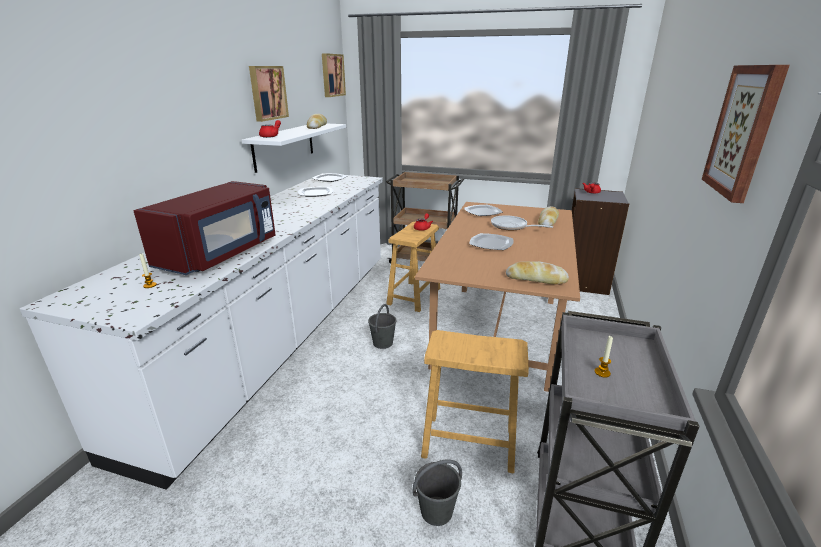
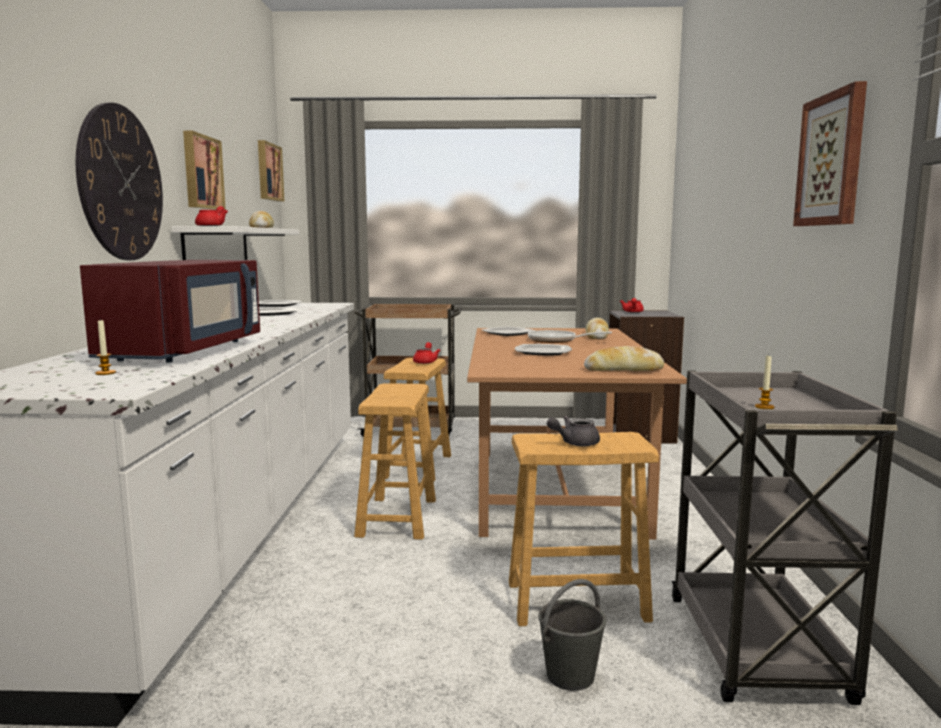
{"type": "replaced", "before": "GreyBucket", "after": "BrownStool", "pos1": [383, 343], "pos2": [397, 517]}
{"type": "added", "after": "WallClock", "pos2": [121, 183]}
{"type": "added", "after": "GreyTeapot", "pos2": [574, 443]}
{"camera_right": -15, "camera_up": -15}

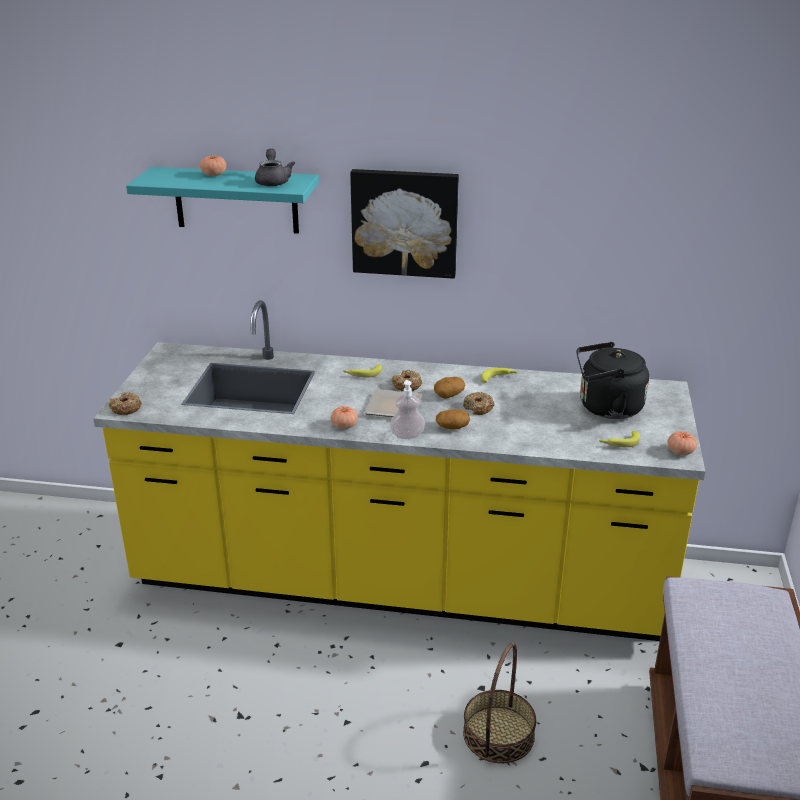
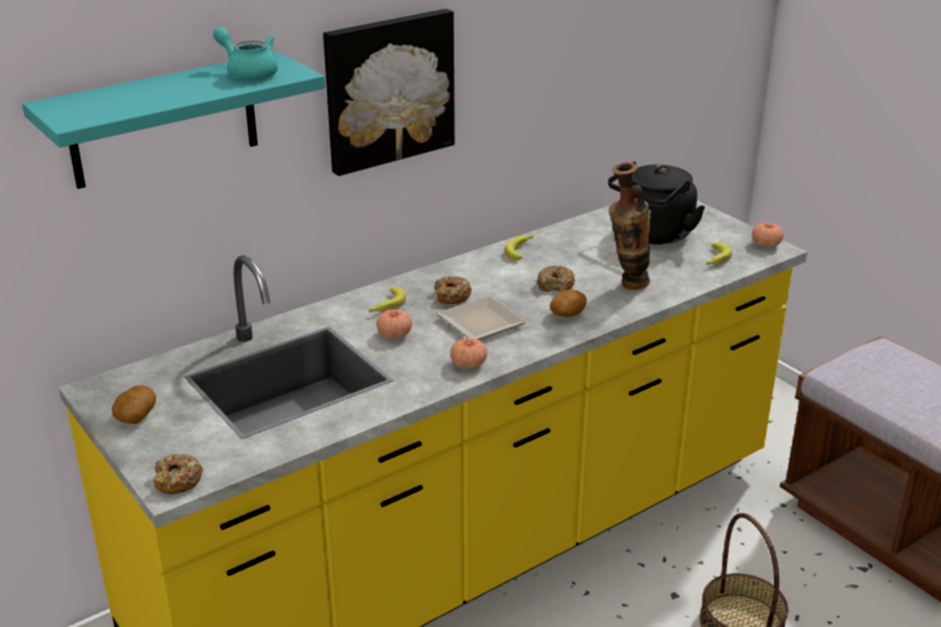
{"type": "moved", "before": "Tomato", "pos1": [214, 175], "pos2": [394, 334]}
{"type": "recoloured", "before": "GreyTeapot", "after": "TurquoiseTeapot", "pos1": [273, 181], "pos2": [248, 72]}
{"type": "removed", "before": "SoapDispenser", "pos1": [407, 435]}
{"type": "moved", "before": "Potato", "pos1": [449, 394], "pos2": [136, 415]}
{"type": "added", "after": "Vase", "pos2": [626, 286]}
{"camera_right": -45, "camera_up": 0}

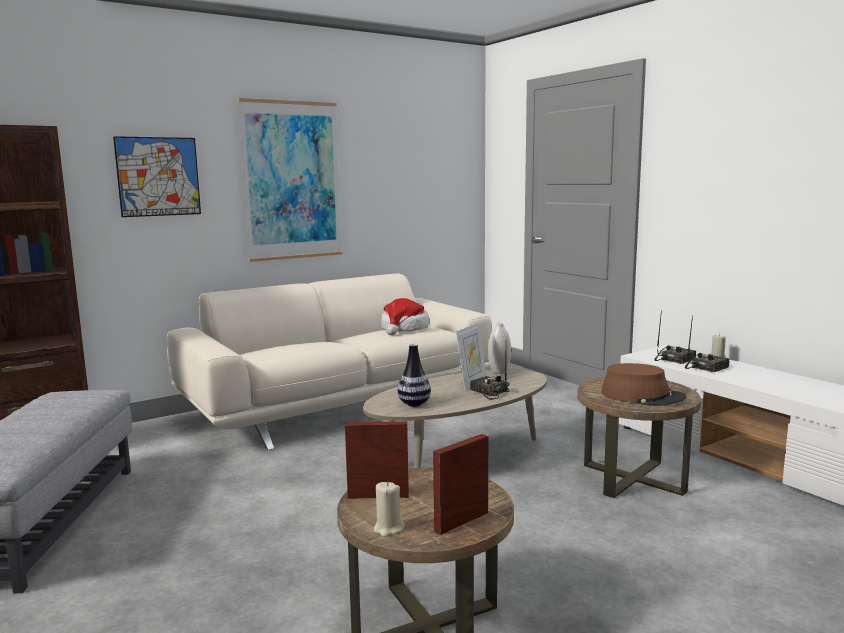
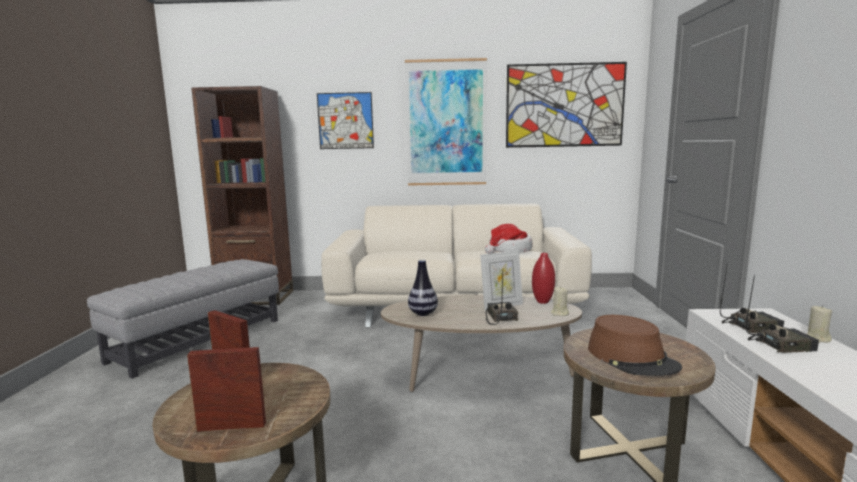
{"type": "moved", "before": "BeigeCandle", "pos1": [388, 529], "pos2": [559, 313]}
{"type": "recoloured", "before": "WhiteVase", "after": "RedVase", "pos1": [499, 372], "pos2": [542, 301]}
{"type": "added", "after": "Picture", "pos2": [564, 105]}
{"camera_right": 35, "camera_up": 0}

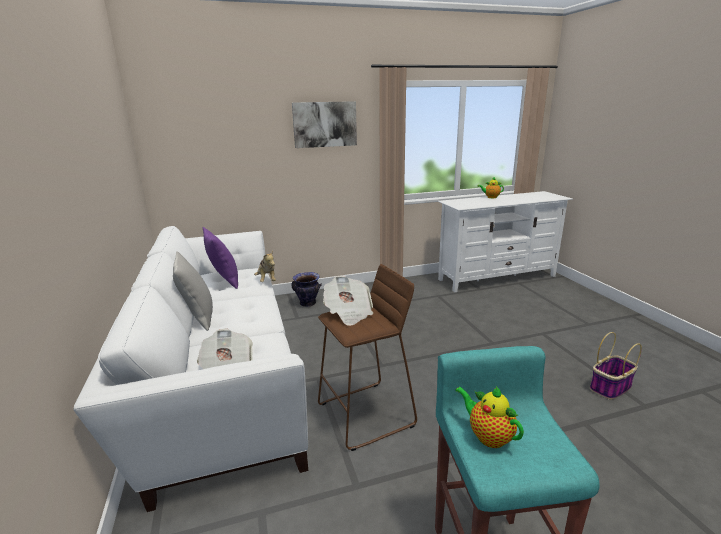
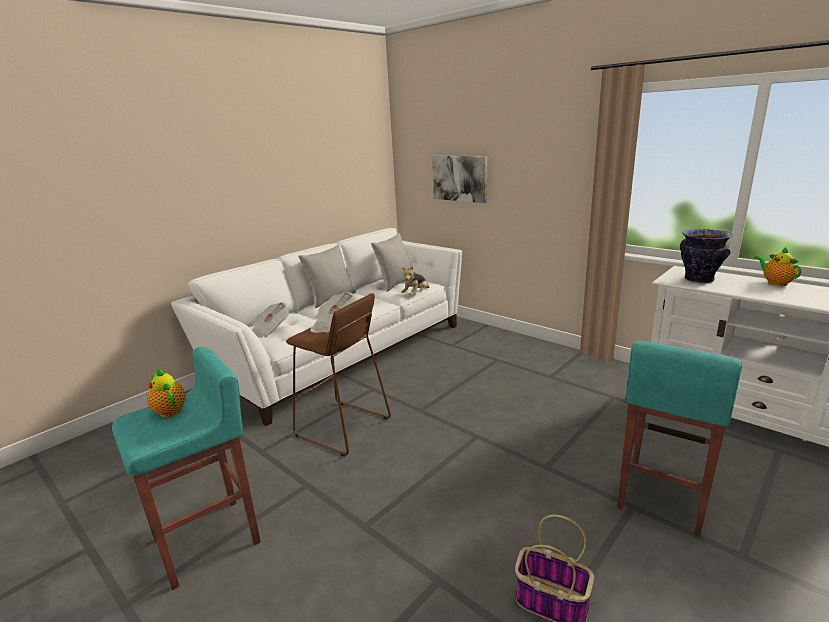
{"type": "recoloured", "before": "PurplePillow", "after": "GreyPillow", "pos1": [224, 280], "pos2": [395, 283]}
{"type": "moved", "before": "Picture", "pos1": [325, 124], "pos2": [460, 178]}
{"type": "moved", "before": "Vase", "pos1": [307, 304], "pos2": [698, 280]}
{"type": "turned", "before": "Teapot", "pos1": [488, 436], "pos2": [169, 410], "turn": -60}
{"type": "added", "after": "TurquoiseStool", "pos2": [661, 496]}
{"camera_right": 60, "camera_up": 0}

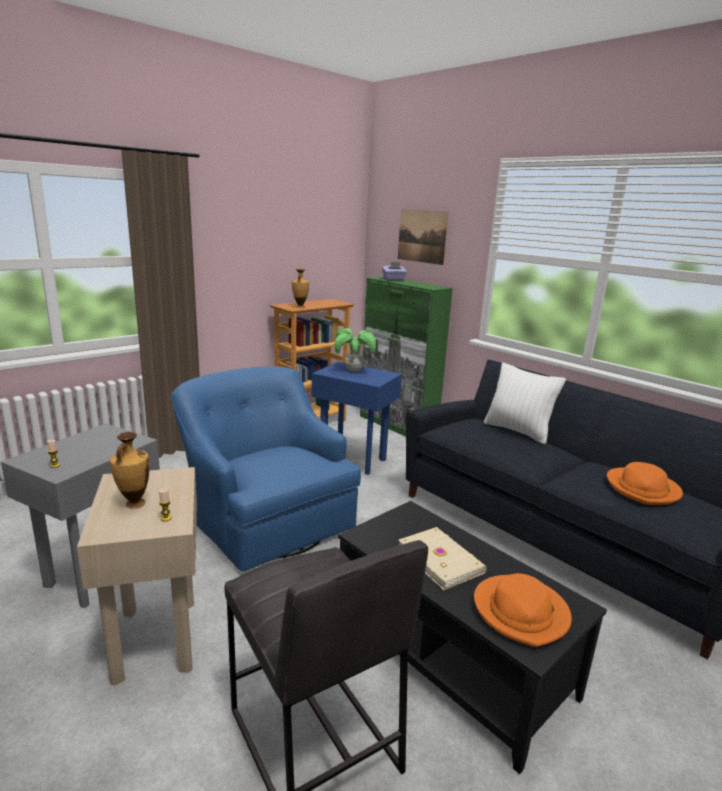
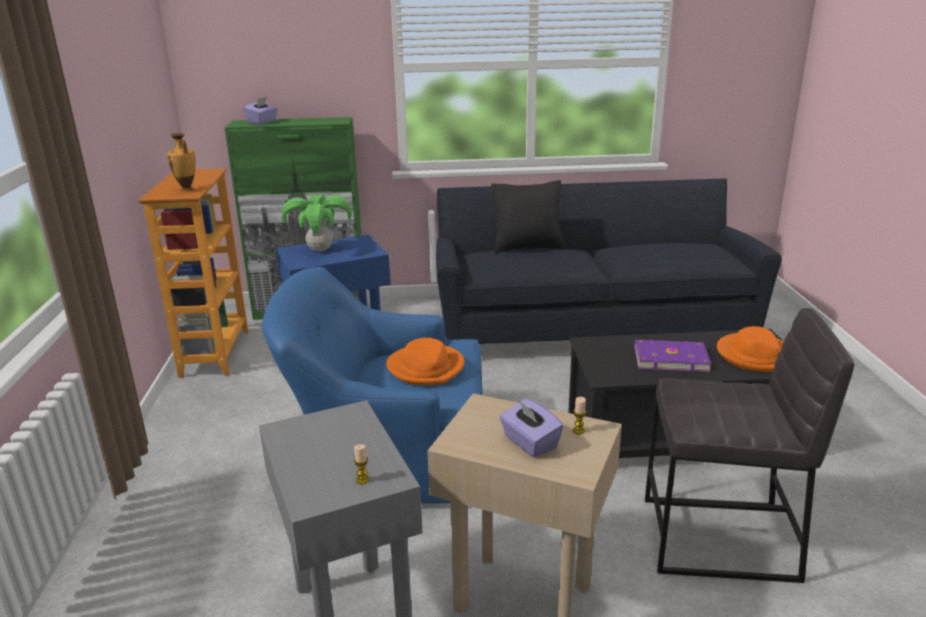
{"type": "replaced", "before": "Vase", "after": "PurpleTissueBox", "pos1": [134, 504], "pos2": [529, 443]}
{"type": "removed", "before": "Picture", "pos1": [422, 236]}
{"type": "recoloured", "before": "BeigeBook", "after": "PurpleBook", "pos1": [440, 559], "pos2": [670, 358]}
{"type": "recoloured", "before": "WhitePillow", "after": "BlackPillow", "pos1": [517, 431], "pos2": [527, 247]}
{"type": "moved", "before": "OrangeHat", "pos1": [643, 489], "pos2": [426, 368]}
{"camera_right": -50, "camera_up": 5}

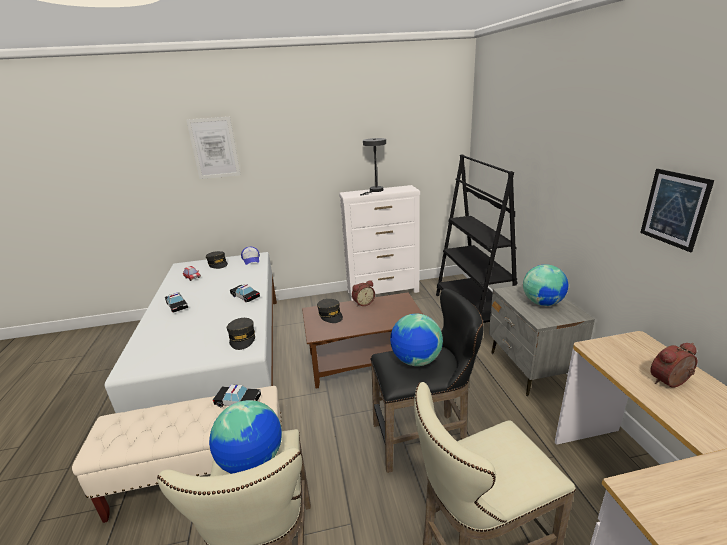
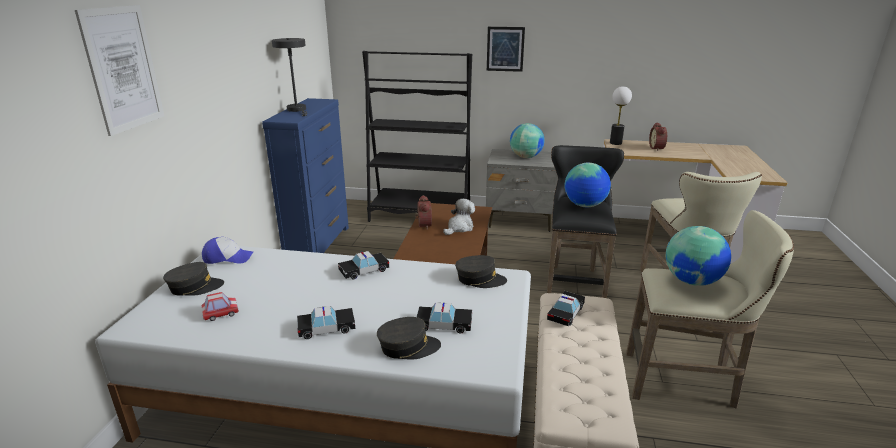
{"type": "moved", "before": "GreyCap", "pos1": [330, 315], "pos2": [408, 347]}
{"type": "recoloured", "before": "WhiteDresser", "after": "BlueDresser", "pos1": [383, 291], "pos2": [319, 245]}
{"type": "moved", "before": "Picture", "pos1": [674, 209], "pos2": [505, 49]}
{"type": "added", "after": "ToyCar", "pos2": [444, 324]}
{"type": "added", "after": "PlushToy", "pos2": [459, 228]}
{"type": "added", "after": "TableLamp", "pos2": [615, 143]}
{"camera_right": -70, "camera_up": 0}

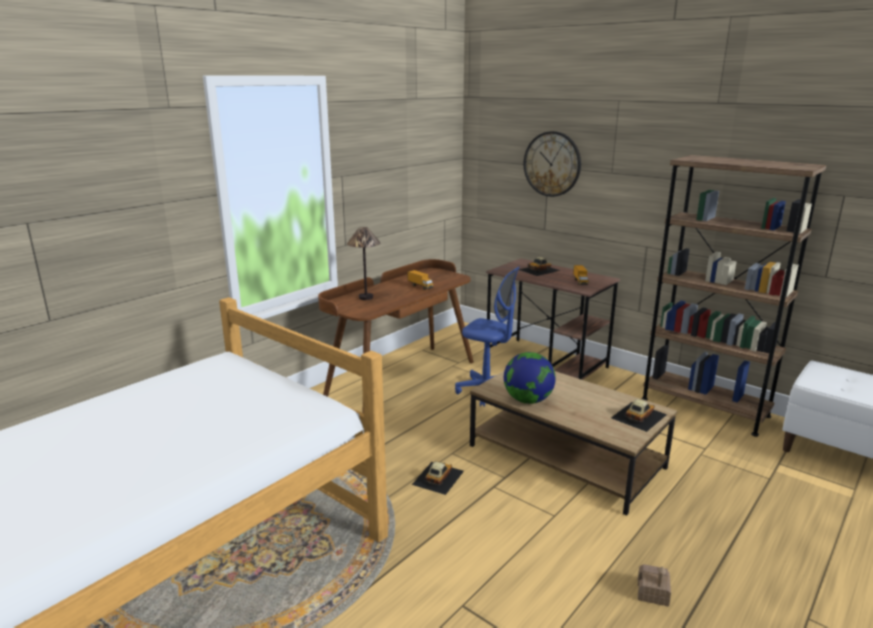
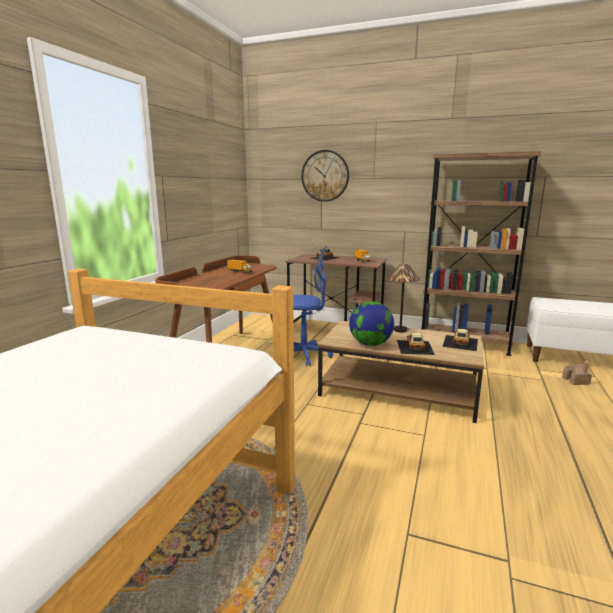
{"type": "moved", "before": "TableLamp", "pos1": [365, 297], "pos2": [400, 330]}
{"type": "moved", "before": "ToyCar", "pos1": [437, 477], "pos2": [414, 347]}
{"type": "moved", "before": "ToyHouse", "pos1": [653, 592], "pos2": [576, 381]}
{"camera_right": -20, "camera_up": -5}

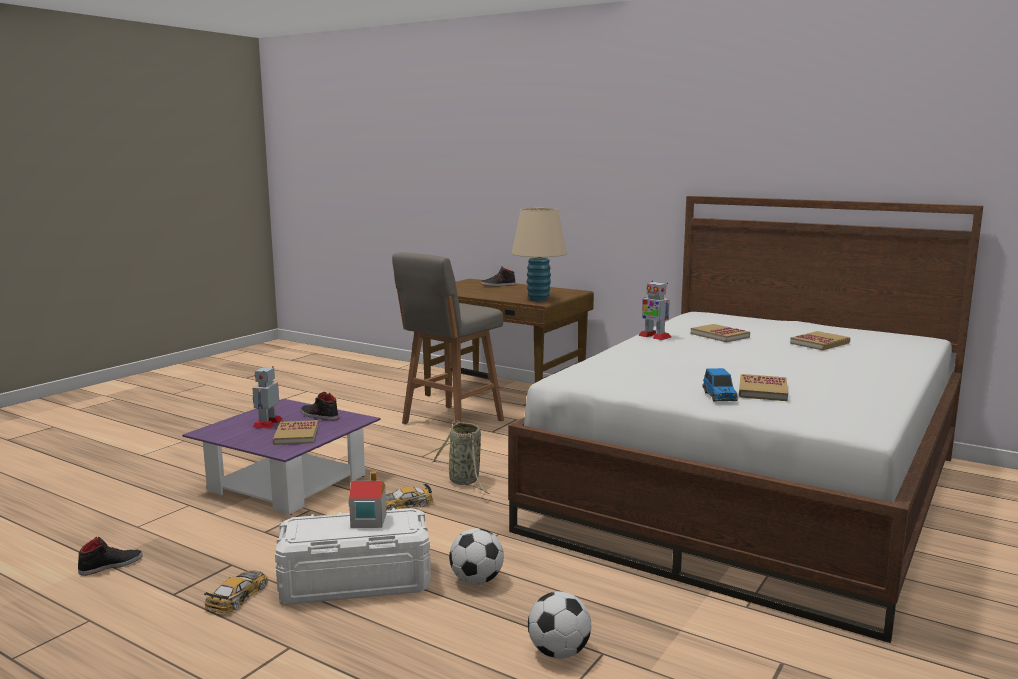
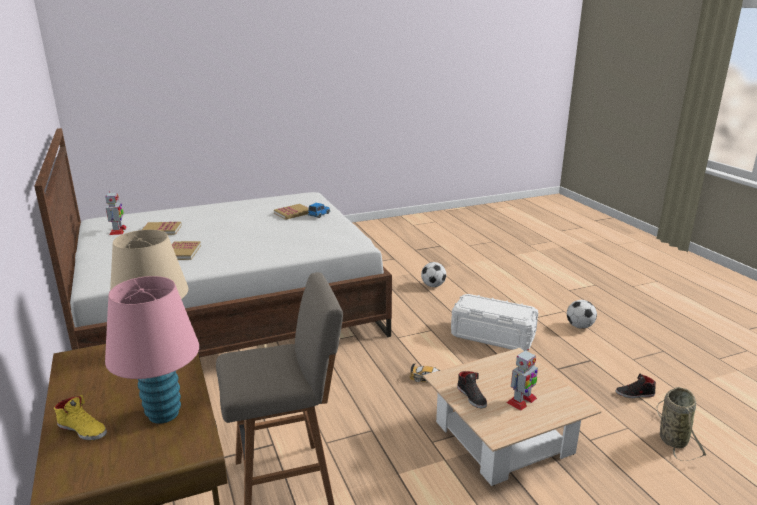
{"type": "recoloured", "before": "PurpleCoffeeTable", "after": "BeigeCoffeeTable", "pos1": [288, 483], "pos2": [503, 437]}
{"type": "removed", "before": "ToyCar", "pos1": [238, 596]}
{"type": "removed", "before": "Book", "pos1": [296, 435]}
{"type": "removed", "before": "ToyHouse", "pos1": [368, 520]}
{"type": "moved", "before": "Basket", "pos1": [465, 481], "pos2": [672, 438]}
{"type": "moved", "before": "Football", "pos1": [477, 580], "pos2": [579, 326]}
{"type": "recoloured", "before": "BlackShoe", "after": "YellowShoe", "pos1": [498, 285], "pos2": [83, 429]}
{"type": "moved", "before": "ToyRobot", "pos1": [654, 336], "pos2": [118, 231]}
{"type": "added", "after": "PinkTableLamp", "pos2": [163, 414]}
{"camera_right": -145, "camera_up": 10}

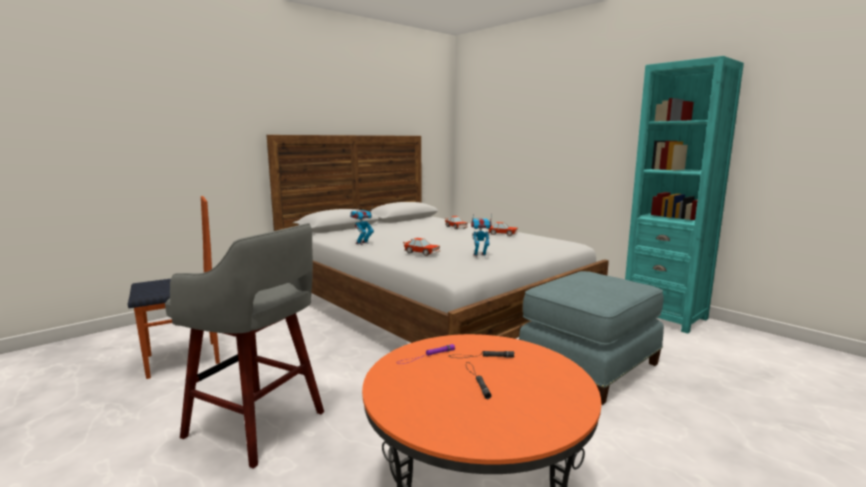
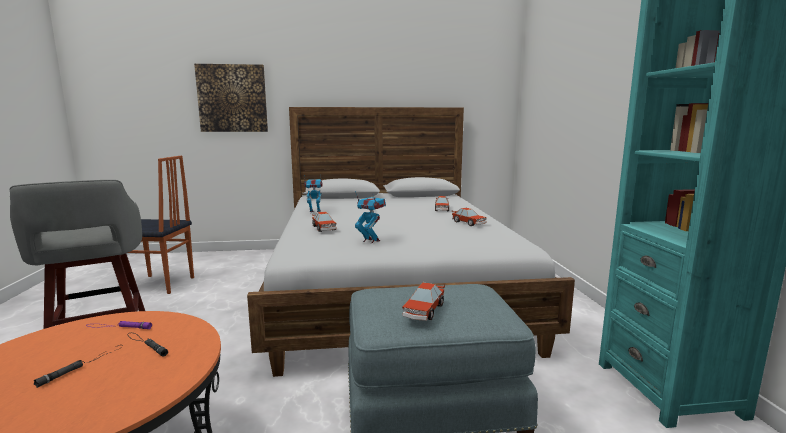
{"type": "added", "after": "Picture", "pos2": [232, 98]}
{"type": "added", "after": "ToyCar", "pos2": [424, 311]}
{"camera_right": 35, "camera_up": 0}

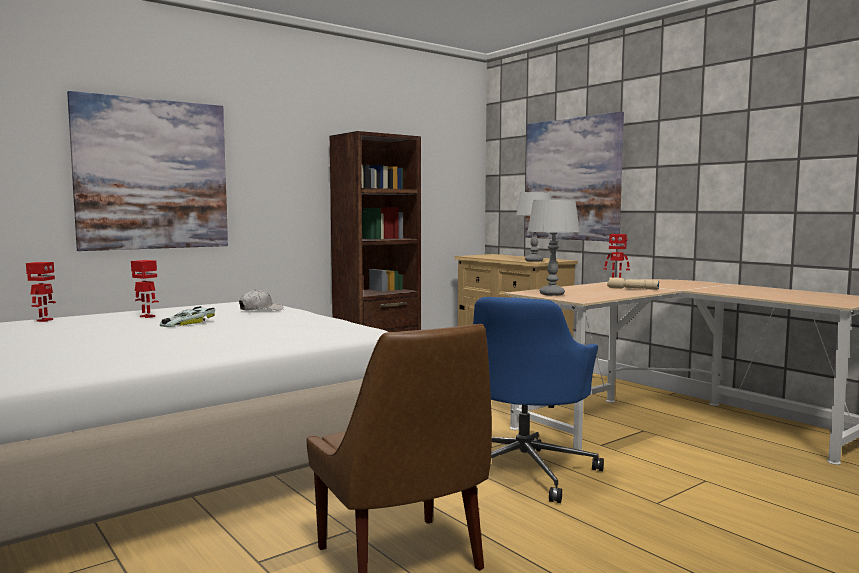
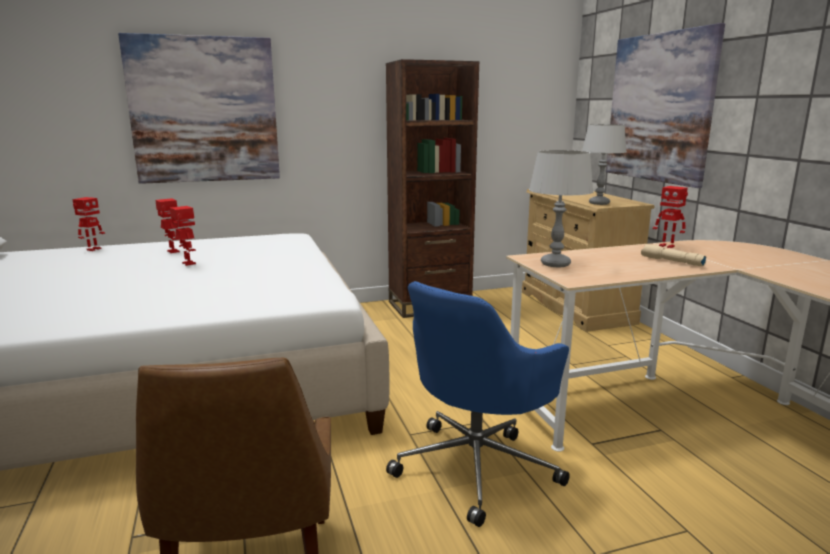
{"type": "replaced", "before": "ToyCar", "after": "ToyRobot", "pos1": [186, 322], "pos2": [188, 263]}
{"type": "removed", "before": "WhiteCap", "pos1": [260, 310]}
{"camera_right": 20, "camera_up": 10}

